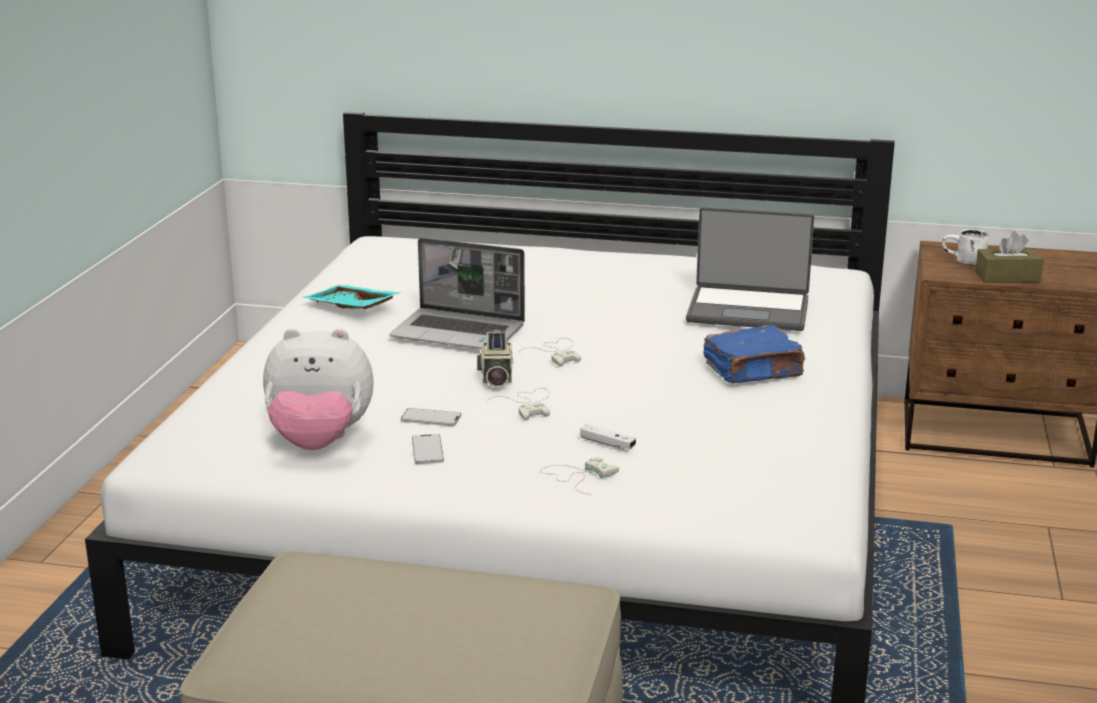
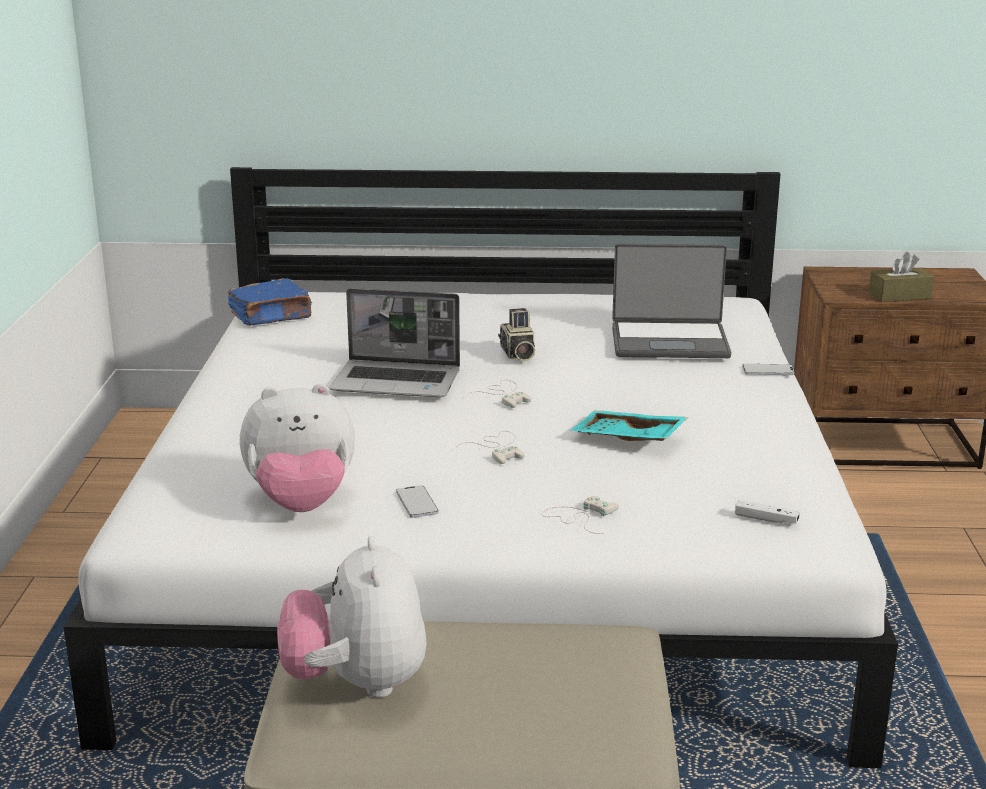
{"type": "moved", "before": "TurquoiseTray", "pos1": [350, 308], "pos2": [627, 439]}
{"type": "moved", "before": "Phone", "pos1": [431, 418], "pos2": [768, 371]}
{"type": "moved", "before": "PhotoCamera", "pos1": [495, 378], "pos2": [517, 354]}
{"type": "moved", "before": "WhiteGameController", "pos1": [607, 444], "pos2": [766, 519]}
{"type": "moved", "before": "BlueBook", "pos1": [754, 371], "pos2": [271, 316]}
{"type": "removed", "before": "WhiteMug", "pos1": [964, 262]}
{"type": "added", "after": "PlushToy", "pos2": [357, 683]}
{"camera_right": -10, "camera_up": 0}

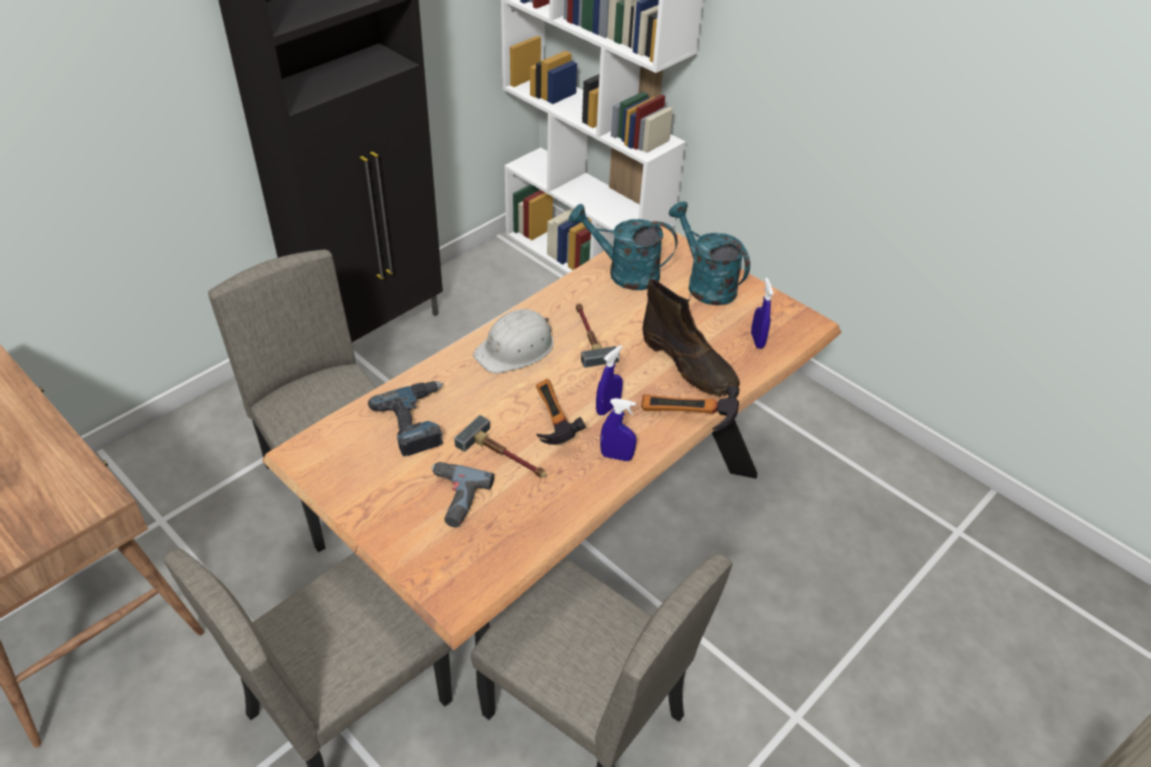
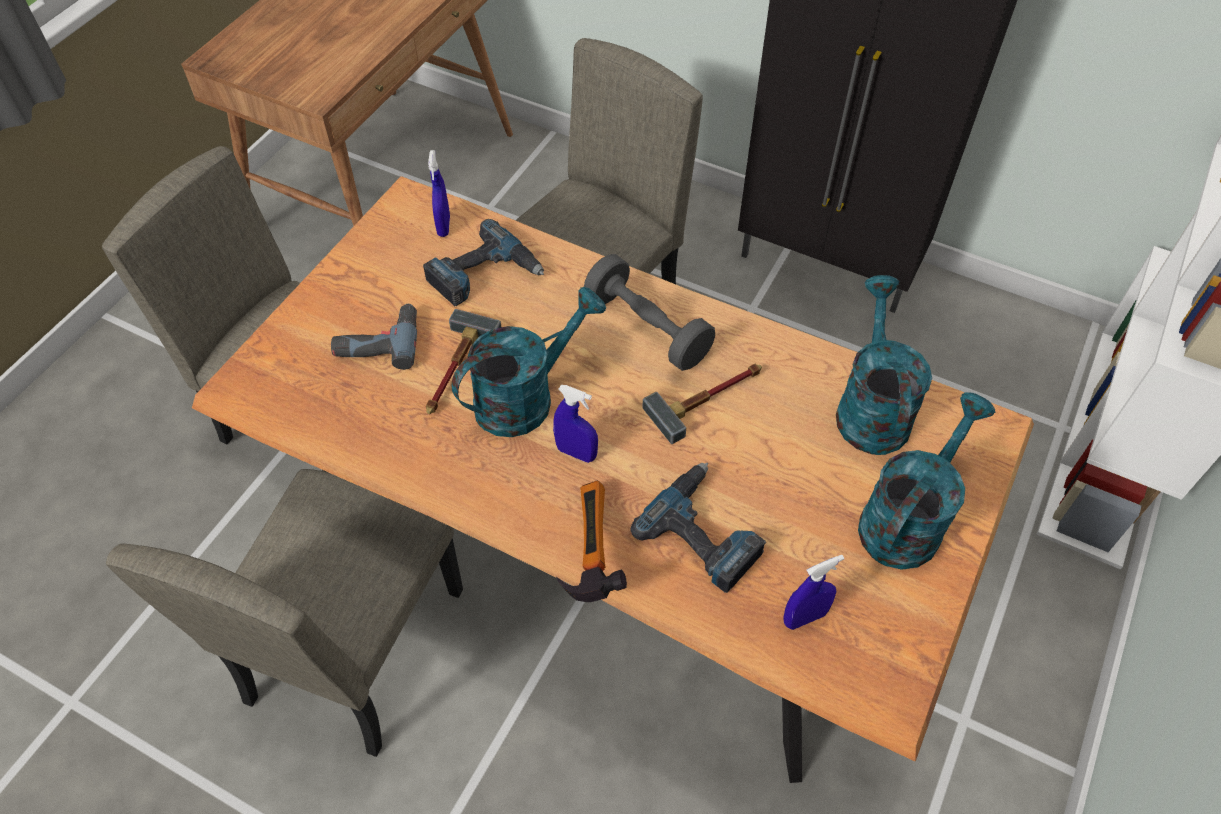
{"type": "replaced", "before": "WhiteHardHat", "after": "GreyDumbbell", "pos1": [516, 348], "pos2": [647, 328]}
{"type": "replaced", "before": "Hammer", "after": "TurquoiseWateringCan", "pos1": [549, 423], "pos2": [526, 397]}
{"type": "moved", "before": "BlueSprayBottle", "pos1": [616, 456], "pos2": [444, 226]}
{"type": "replaced", "before": "BrownBoot", "after": "PowerDrill", "pos1": [689, 364], "pos2": [705, 532]}
{"camera_right": 75, "camera_up": 10}

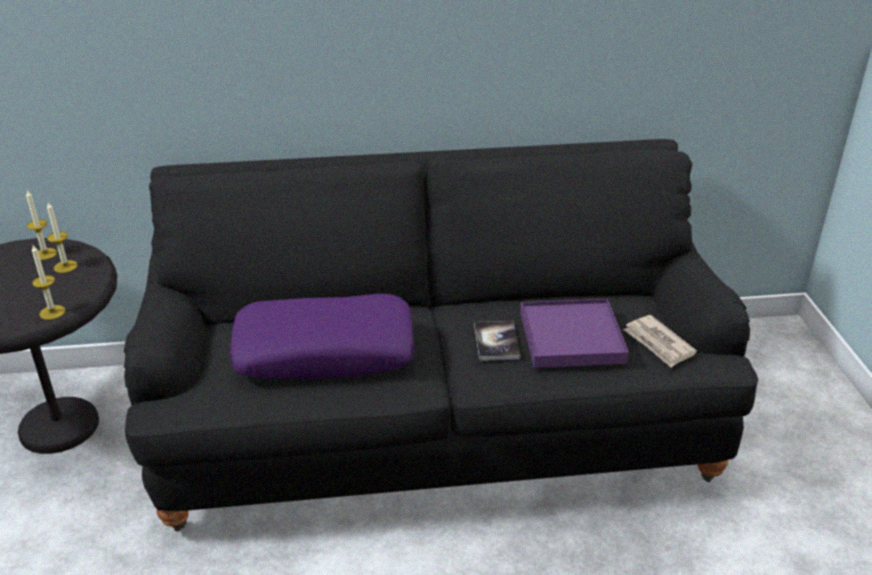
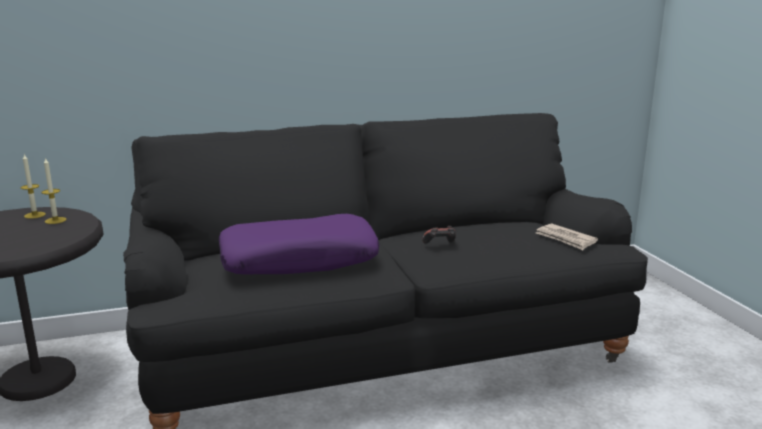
{"type": "removed", "before": "Candle", "pos1": [52, 312]}
{"type": "replaced", "before": "Book", "after": "GameController", "pos1": [496, 342], "pos2": [440, 245]}
{"type": "removed", "before": "PurpleTray", "pos1": [571, 337]}
{"camera_right": -10, "camera_up": -15}

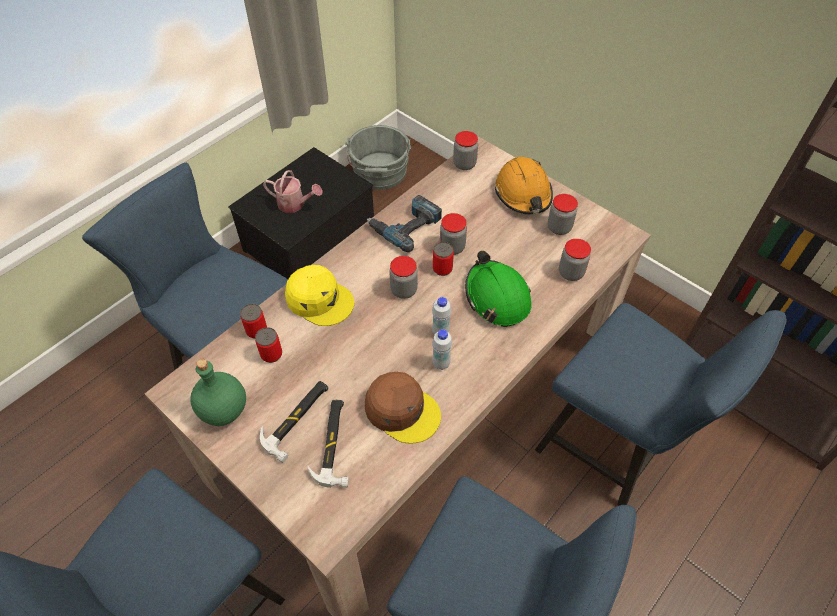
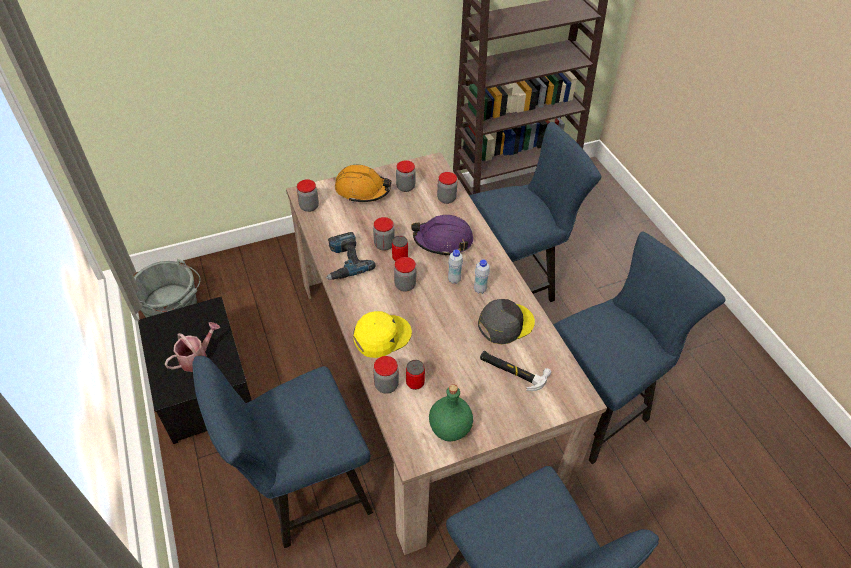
{"type": "replaced", "before": "Can", "after": "Jar", "pos1": [256, 330], "pos2": [386, 385]}
{"type": "removed", "before": "Hammer", "pos1": [297, 419]}
{"type": "recoloured", "before": "BrownCap", "after": "GreyCap", "pos1": [402, 410], "pos2": [505, 323]}
{"type": "recoloured", "before": "GreenHardHat", "after": "PurpleHardHat", "pos1": [497, 297], "pos2": [443, 240]}
{"camera_right": -65, "camera_up": -5}

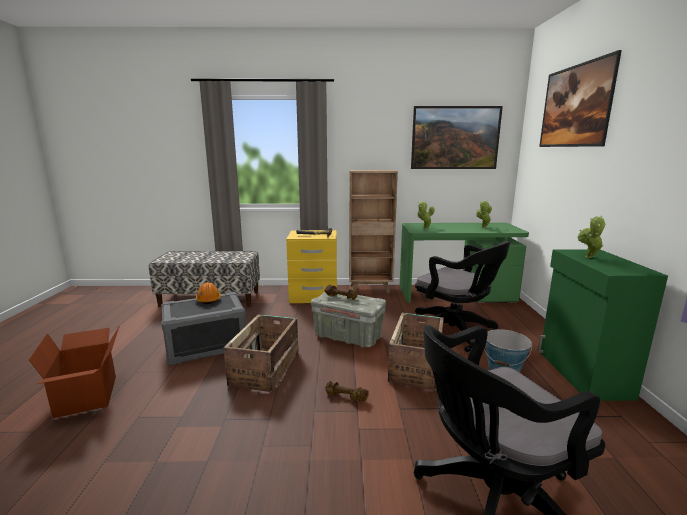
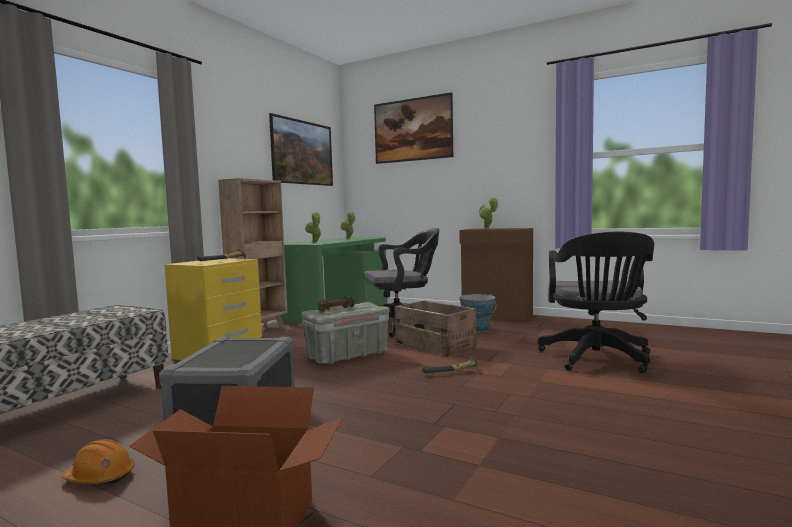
{"type": "moved", "before": "OrangeHardHat", "pos1": [208, 299], "pos2": [100, 477]}
{"type": "removed", "before": "Crate", "pos1": [266, 367]}
{"type": "replaced", "before": "BrownDumbbell", "after": "Hammer", "pos1": [345, 397], "pos2": [453, 373]}
{"type": "recoloured", "before": "GreenCabinet", "after": "BrownCabinet", "pos1": [582, 374], "pos2": [497, 316]}
{"camera_right": -60, "camera_up": -10}

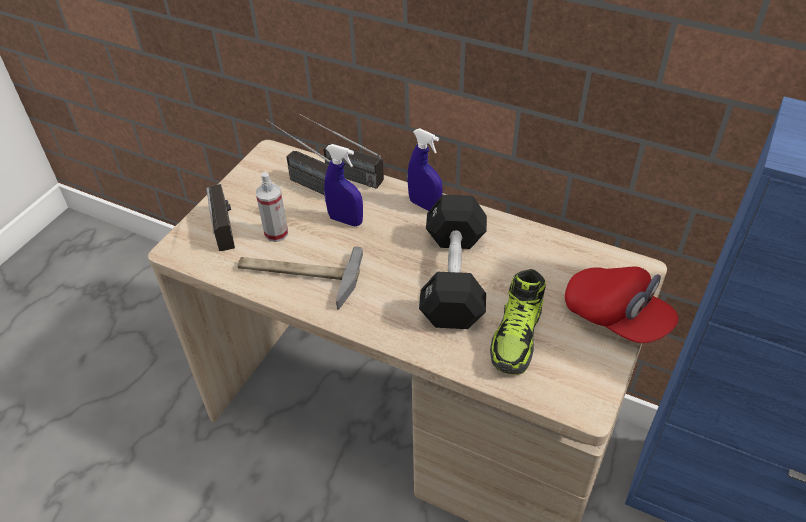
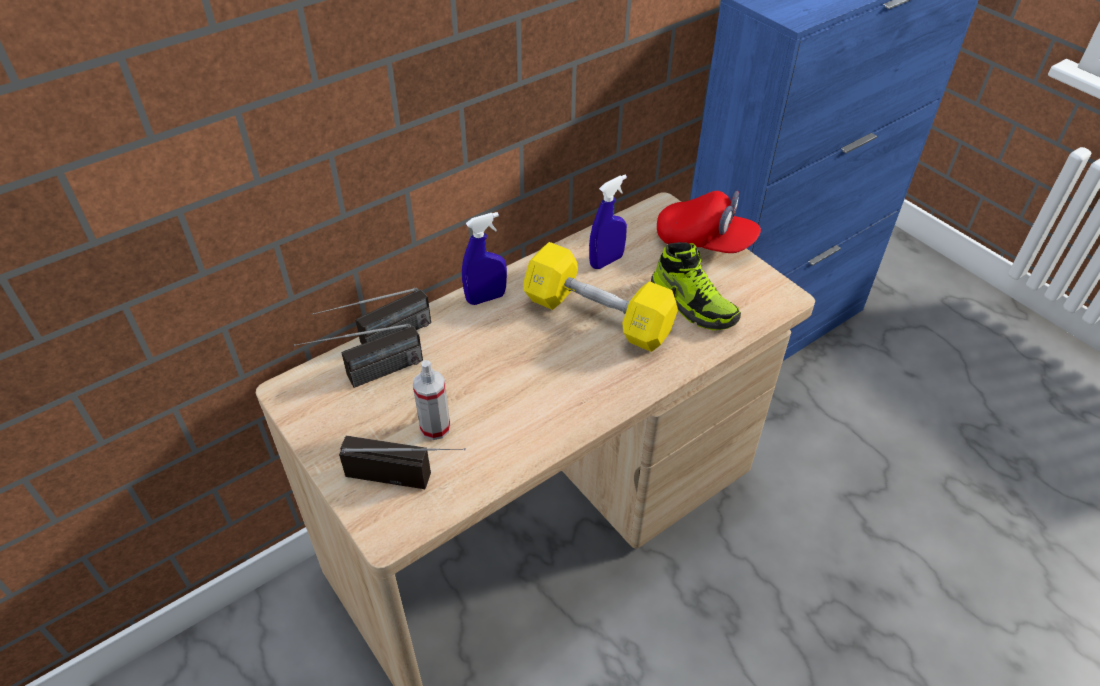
{"type": "removed", "before": "Hammer", "pos1": [297, 275]}
{"type": "moved", "before": "BlueSprayBottle", "pos1": [345, 220], "pos2": [606, 261]}
{"type": "recoloured", "before": "BlackDumbbell", "after": "YellowDumbbell", "pos1": [453, 277], "pos2": [598, 316]}
{"type": "turned", "before": "RedCap", "pos1": [616, 317], "pos2": [704, 242], "turn": 45}
{"camera_right": -65, "camera_up": 0}

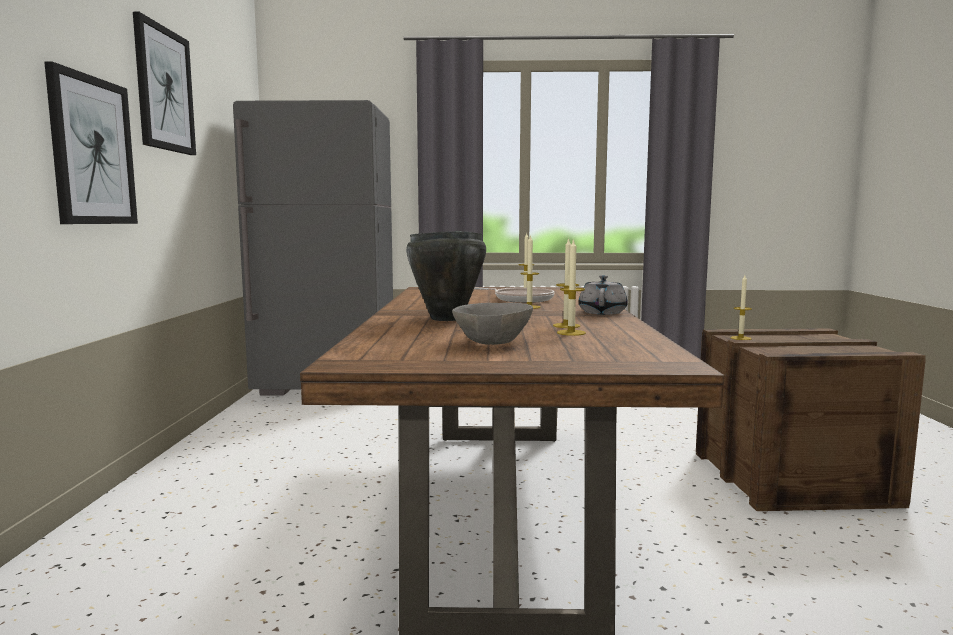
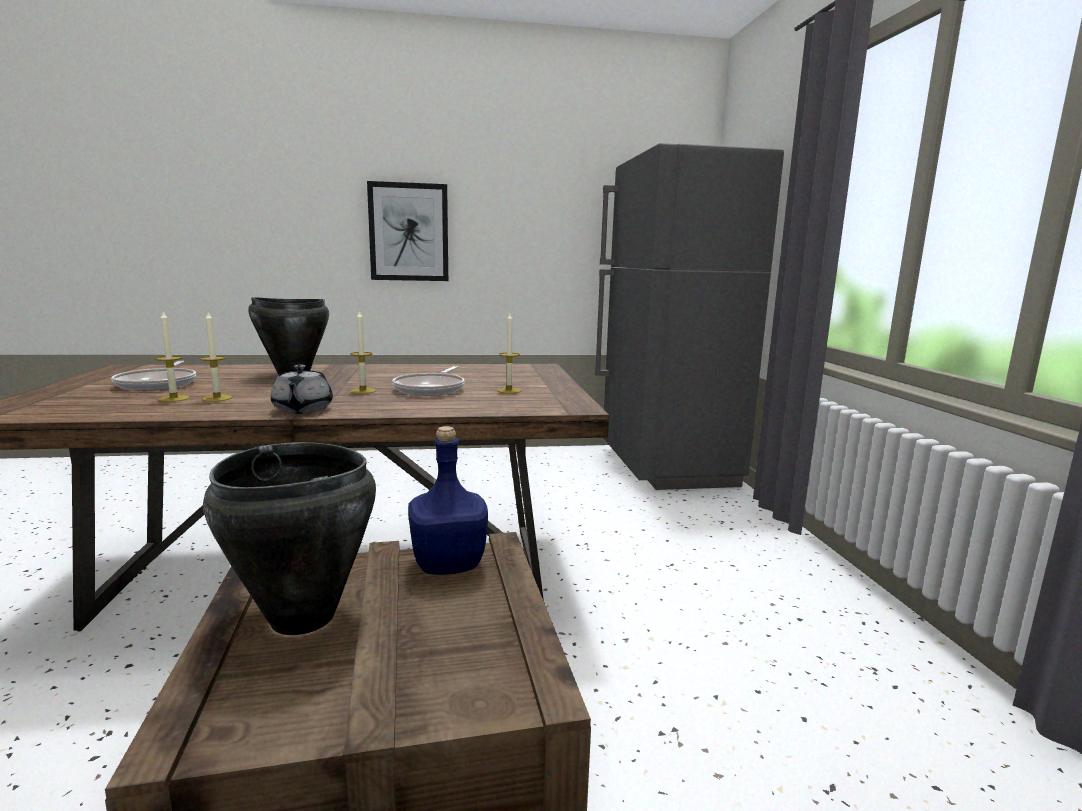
{"type": "removed", "before": "Picture", "pos1": [164, 89]}
{"type": "replaced", "before": "GreyBowl", "after": "FryingPan", "pos1": [491, 341], "pos2": [159, 384]}
{"type": "turned", "before": "GreyTeapot", "pos1": [602, 312], "pos2": [302, 409], "turn": 75}
{"type": "replaced", "before": "Candle", "after": "BlueBottle", "pos1": [740, 338], "pos2": [448, 564]}
{"type": "added", "after": "BlackCookingPot", "pos2": [302, 618]}
{"camera_right": 80, "camera_up": 5}

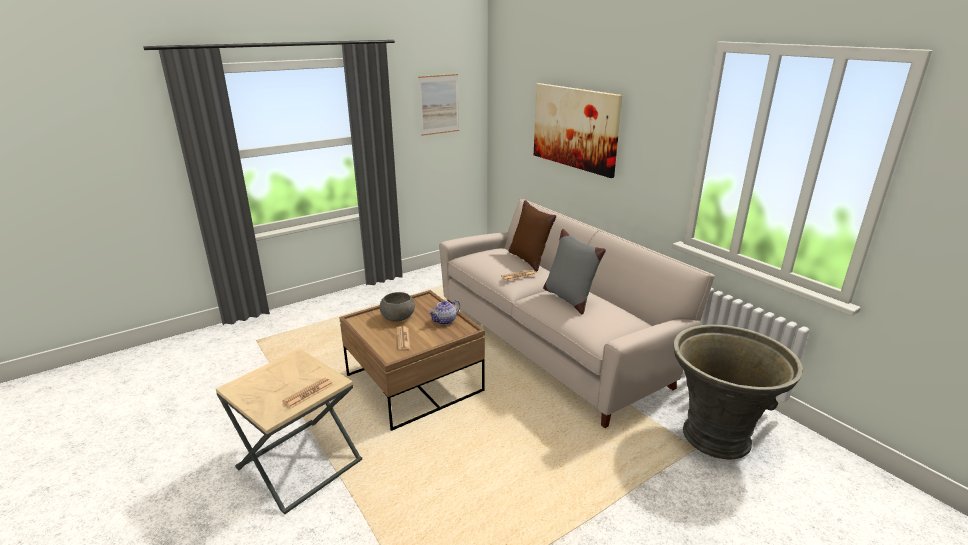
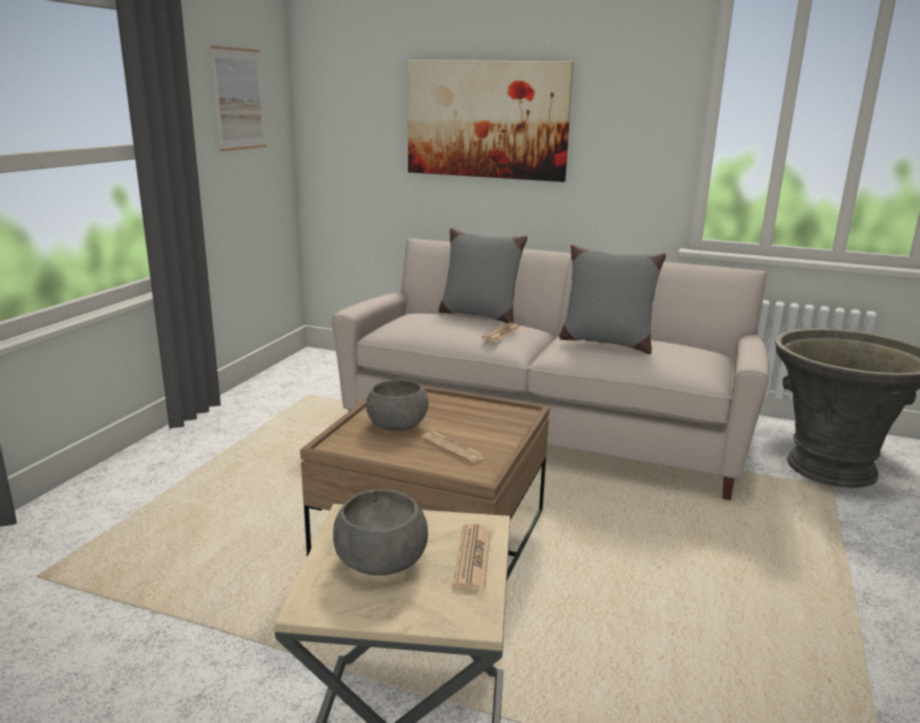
{"type": "removed", "before": "Teapot", "pos1": [445, 321]}
{"type": "recoloured", "before": "BrownPillow", "after": "GreyPillow", "pos1": [529, 259], "pos2": [479, 315]}
{"type": "added", "after": "GreyBowl", "pos2": [380, 561]}
{"camera_right": -35, "camera_up": -5}

